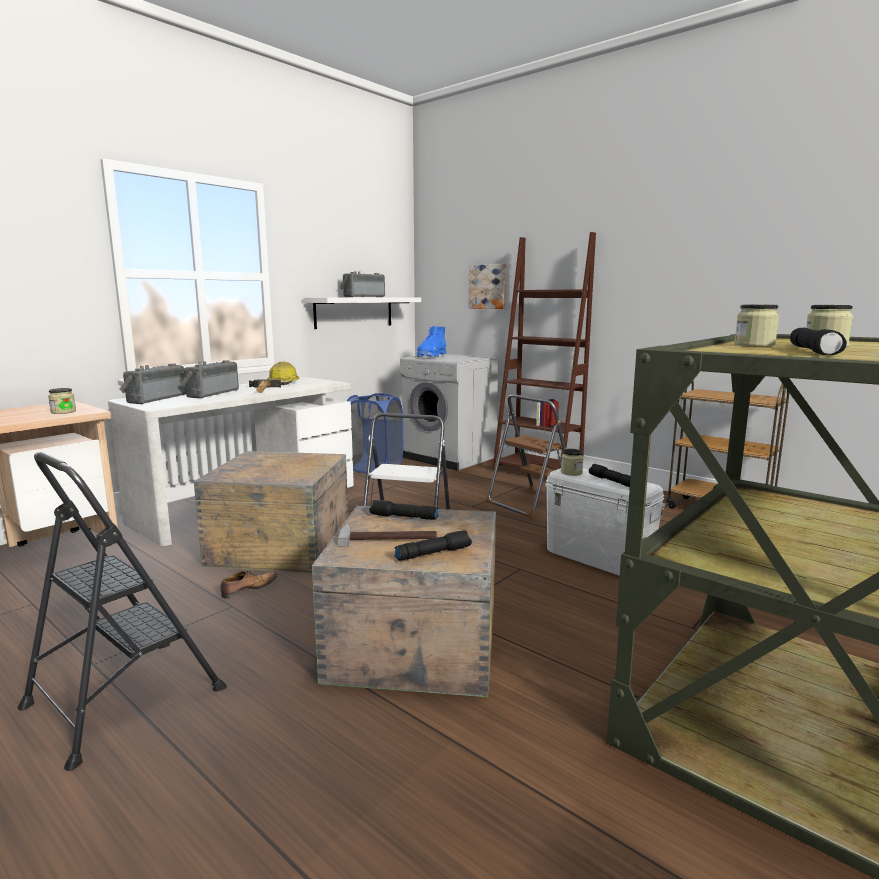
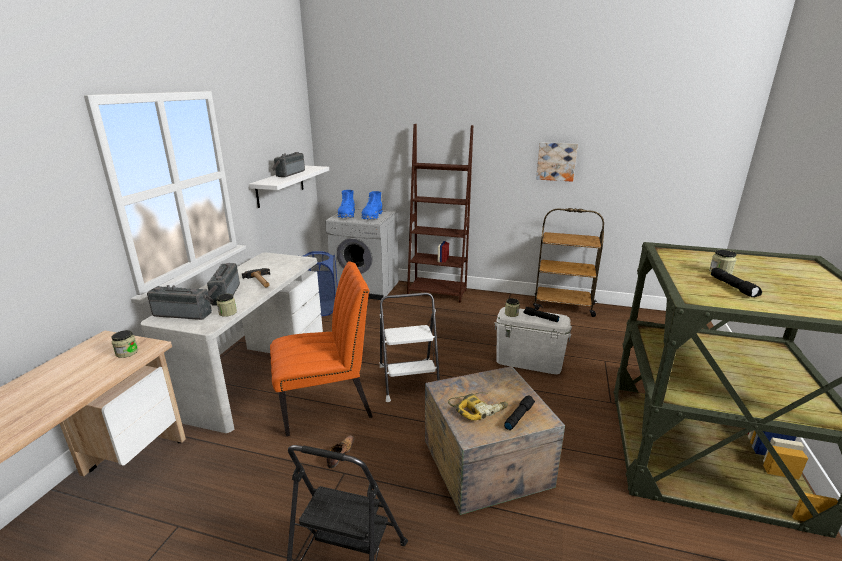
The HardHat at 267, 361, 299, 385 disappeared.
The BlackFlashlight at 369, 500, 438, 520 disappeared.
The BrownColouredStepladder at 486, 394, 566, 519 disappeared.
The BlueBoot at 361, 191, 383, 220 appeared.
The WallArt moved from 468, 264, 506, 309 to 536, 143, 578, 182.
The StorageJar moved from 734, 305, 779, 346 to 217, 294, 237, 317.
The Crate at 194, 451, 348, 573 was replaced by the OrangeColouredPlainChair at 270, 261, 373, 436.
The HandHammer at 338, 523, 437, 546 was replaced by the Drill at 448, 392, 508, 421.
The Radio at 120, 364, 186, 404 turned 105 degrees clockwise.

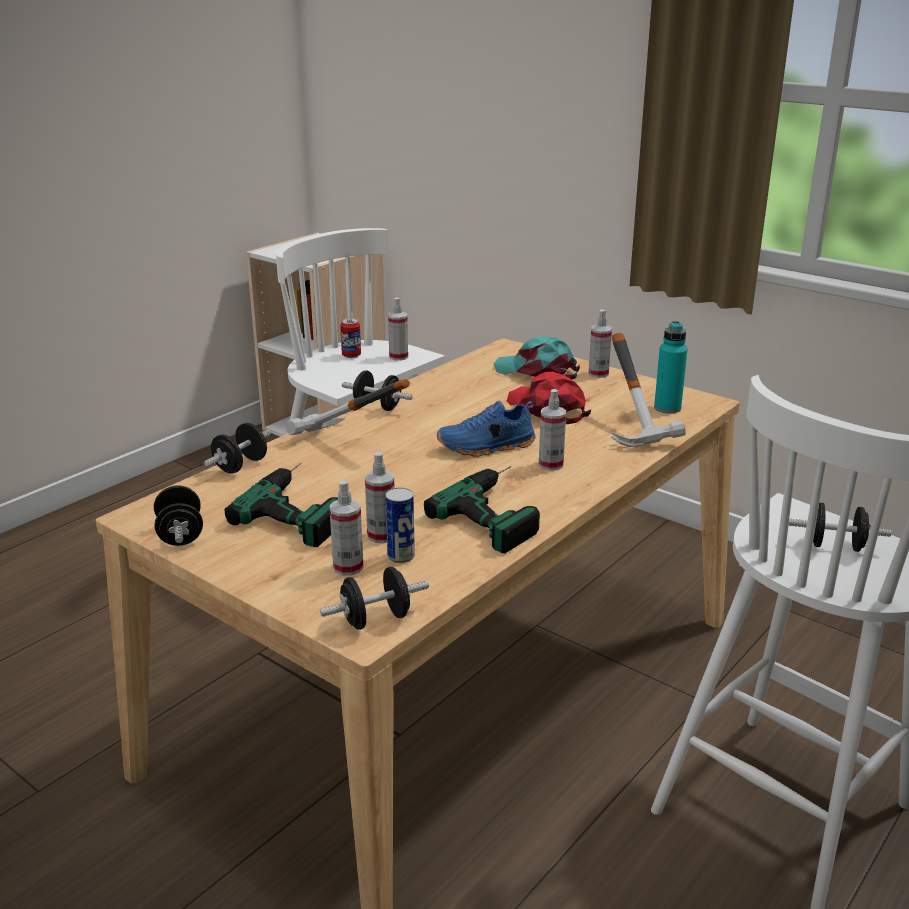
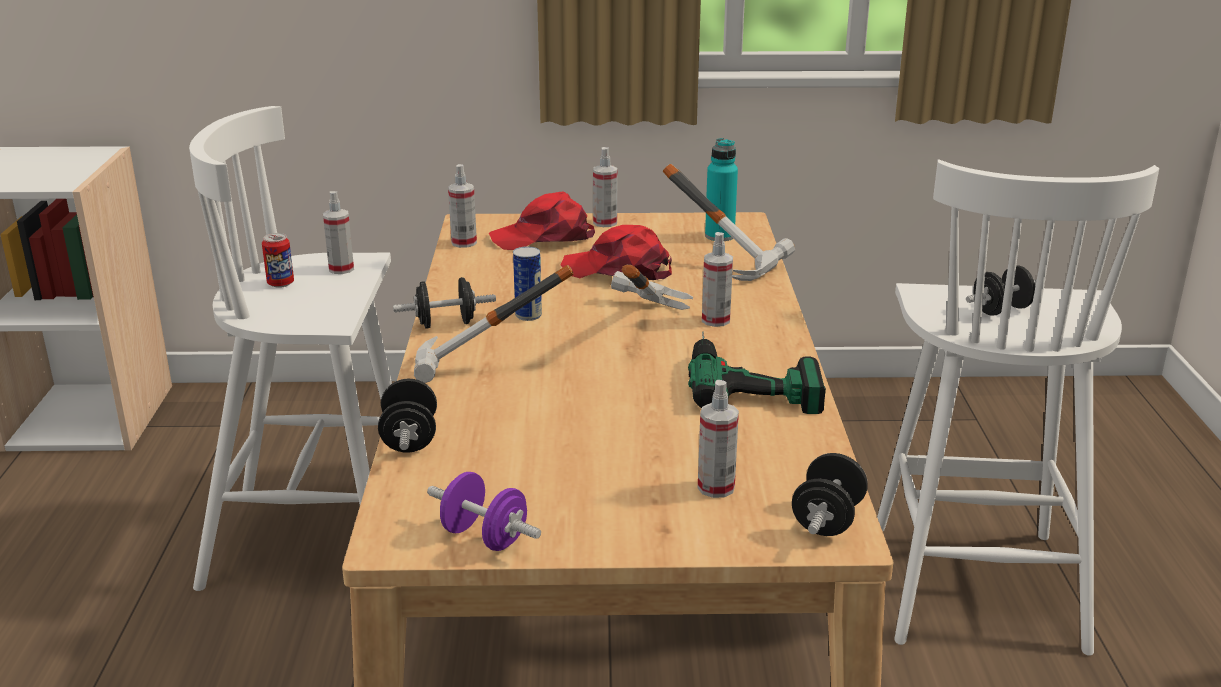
The Drill at 225, 463, 338, 547 disappeared.
The Sprayer moved from 365, 452, 394, 543 to 448, 164, 477, 248.
The MetalCan moved from 385, 488, 415, 563 to 513, 246, 542, 321.
The BlueLowShoe at 437, 401, 536, 457 was replaced by the HandHammer at 611, 265, 693, 310.
The BlackFreeWeight at 154, 485, 203, 546 became the PurpleColouredFreeWeight at 427, 472, 541, 551.
The TurquoiseCap at 494, 336, 580, 380 became the ReddishCap at 489, 192, 595, 250.

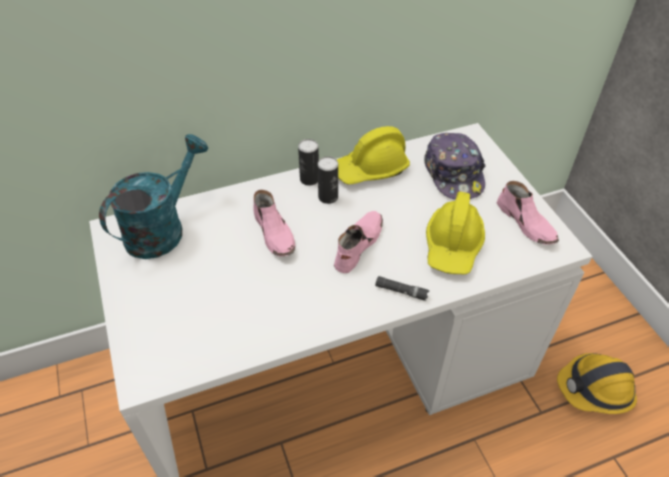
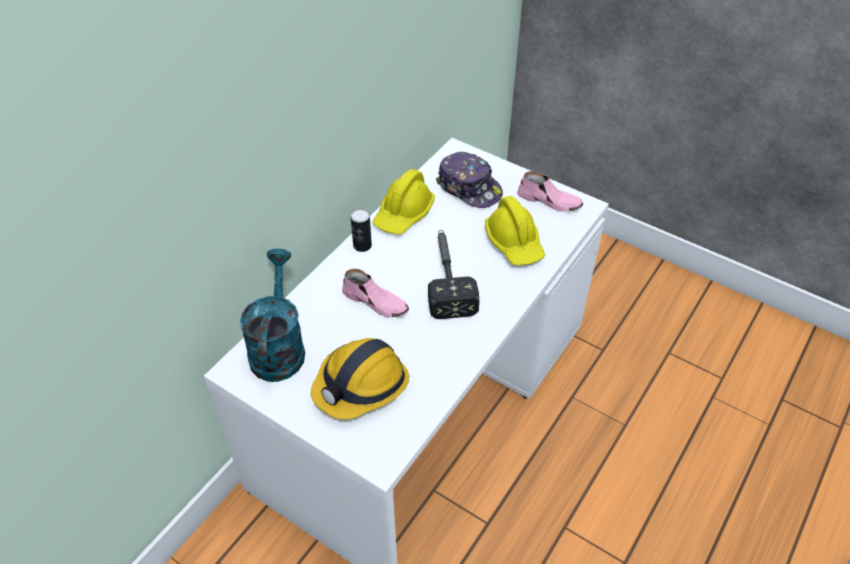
The MetalCan at 317, 156, 338, 204 disappeared.
The BlackFlashlight at 375, 276, 429, 301 disappeared.
The HardHat moved from 557, 353, 637, 414 to 311, 338, 409, 419.
The PinkLowShoe at 334, 211, 383, 273 was replaced by the HandHammer at 428, 230, 479, 319.

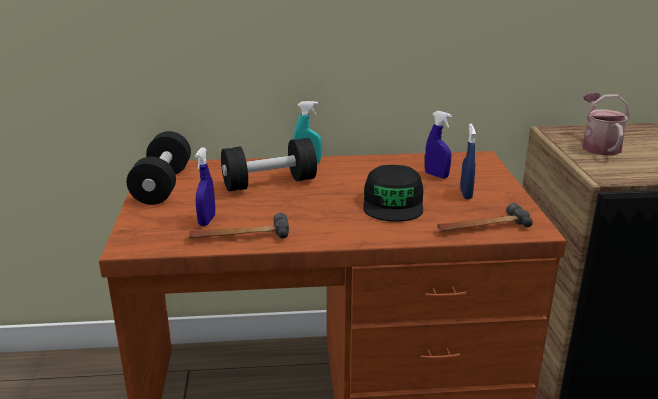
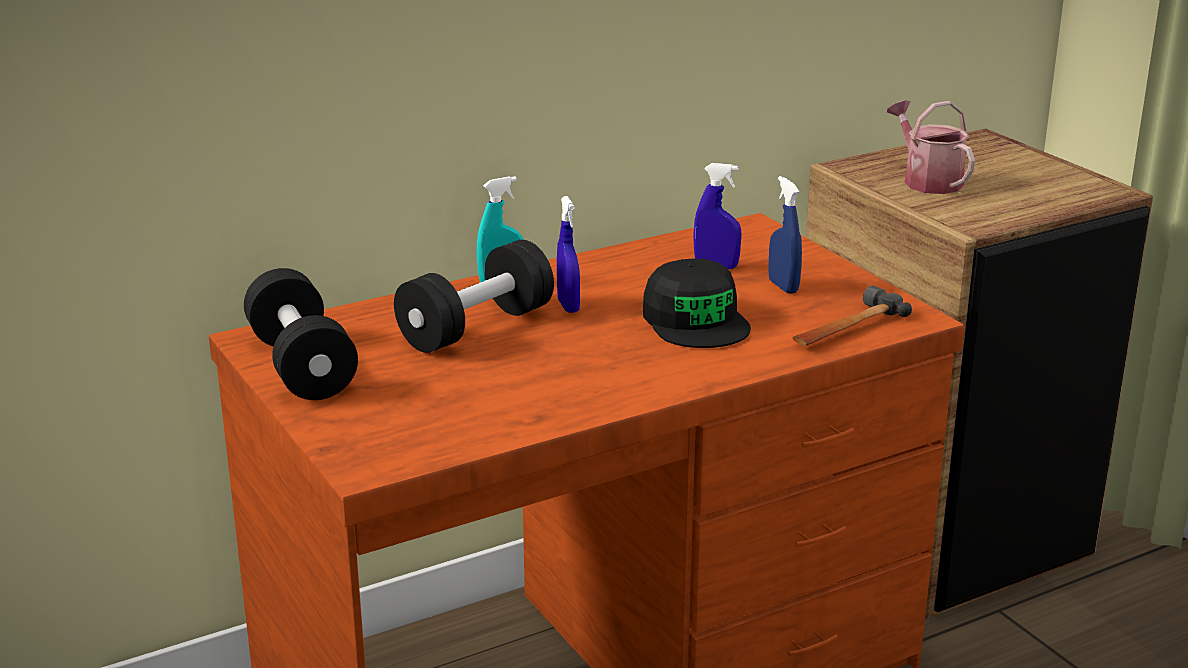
The HandHammer at 189, 213, 289, 239 disappeared.
The BlueSprayer moved from 195, 147, 215, 226 to 557, 196, 580, 313.

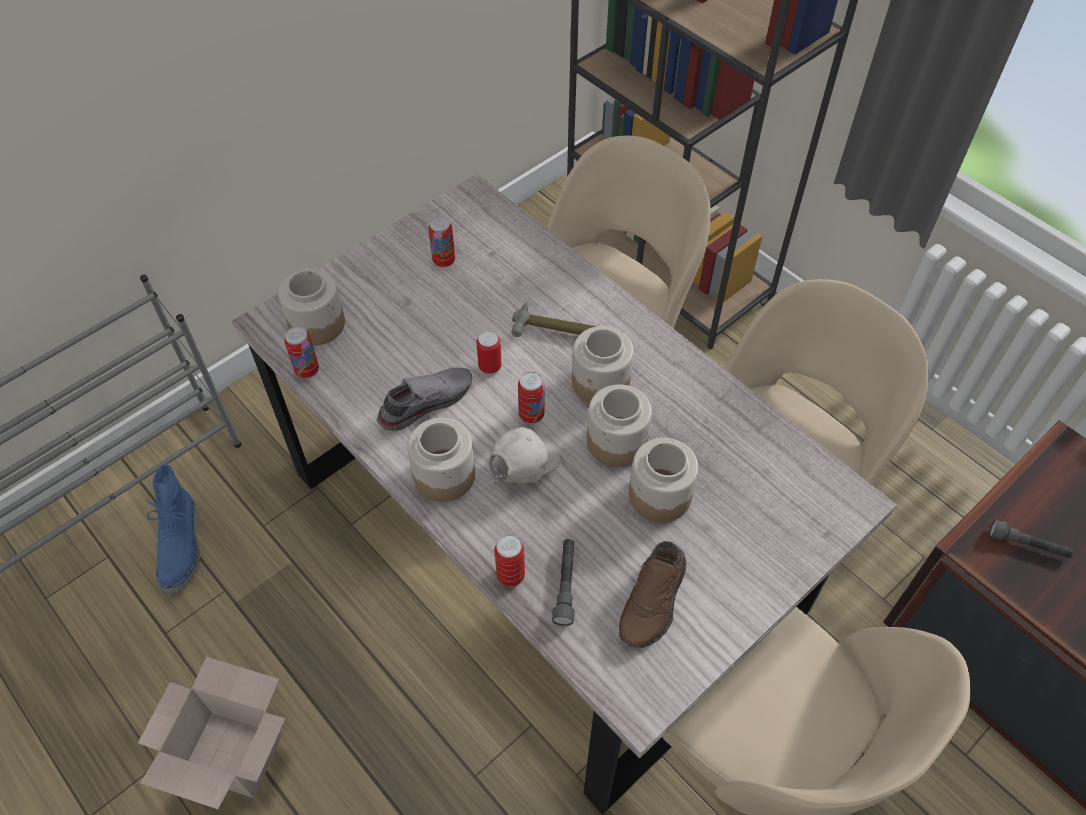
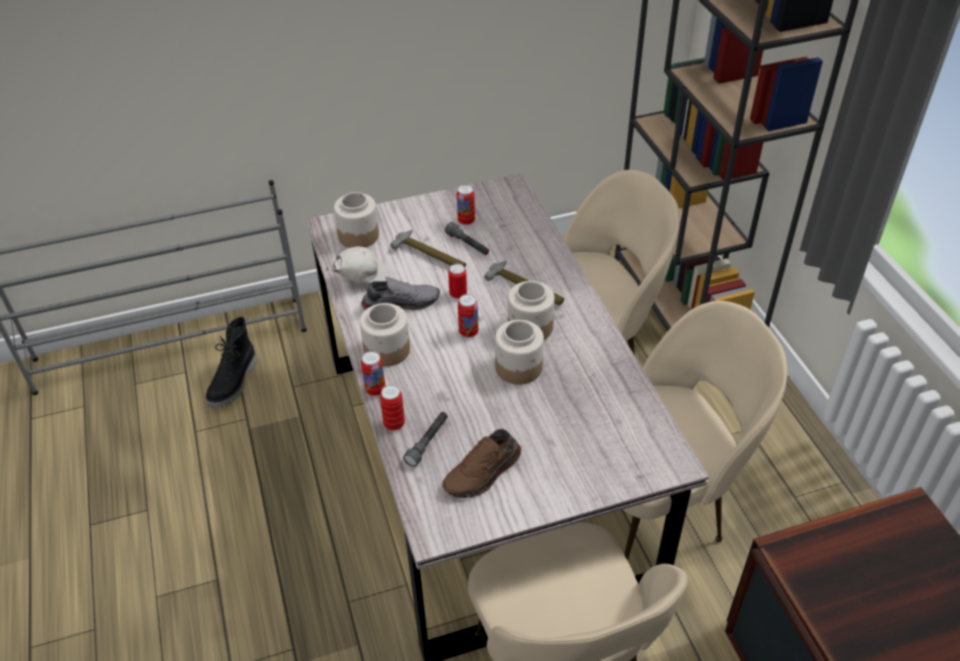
The Carton at 138, 657, 286, 809 disappeared.
The StorageJar at 629, 438, 699, 523 disappeared.
The HandHammer at 390, 230, 466, 268 appeared.
The MetalCan moved from 285, 327, 319, 379 to 361, 351, 385, 396.
The WhitishCap moved from 489, 427, 561, 485 to 325, 246, 390, 283.
The GrayFlashlight moved from 989, 520, 1074, 558 to 445, 222, 489, 255.
The BlueBoot at 147, 464, 200, 595 became the BlackBoot at 206, 317, 257, 408.

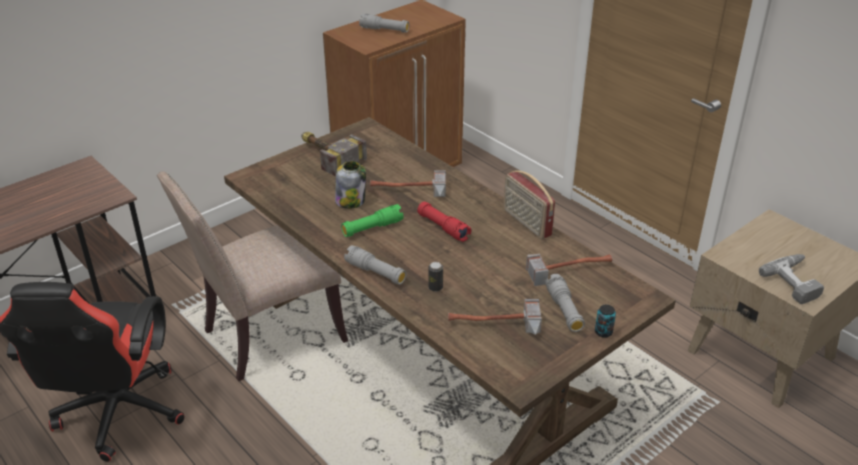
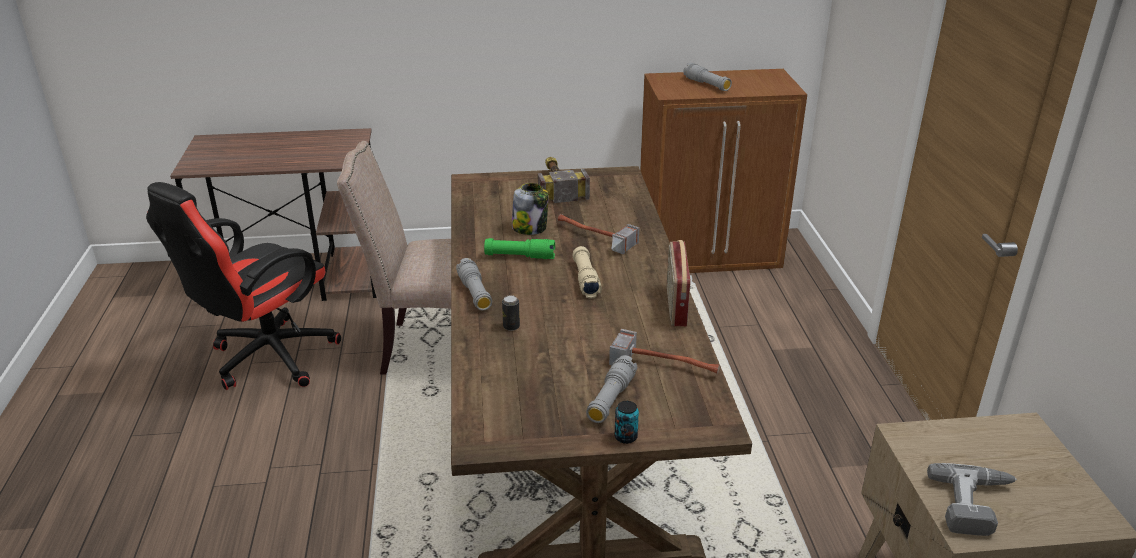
The HandHammer at 448, 299, 542, 335 disappeared.
The ReddishFlashlight at 417, 202, 471, 242 became the BeigeColouredFlashlight at 573, 246, 602, 298.

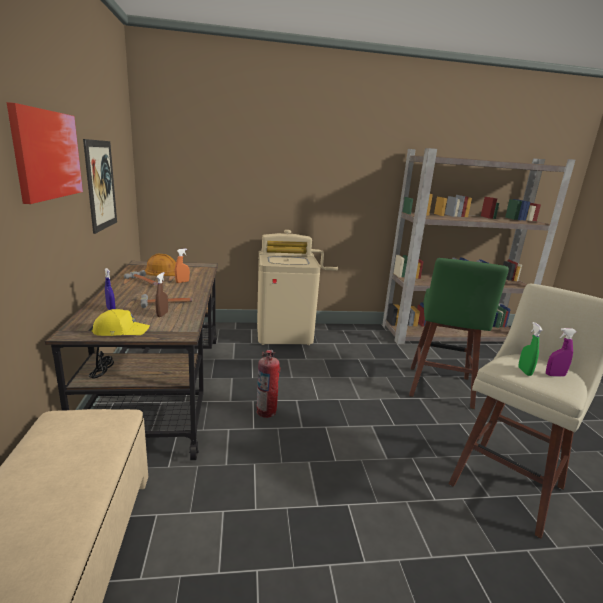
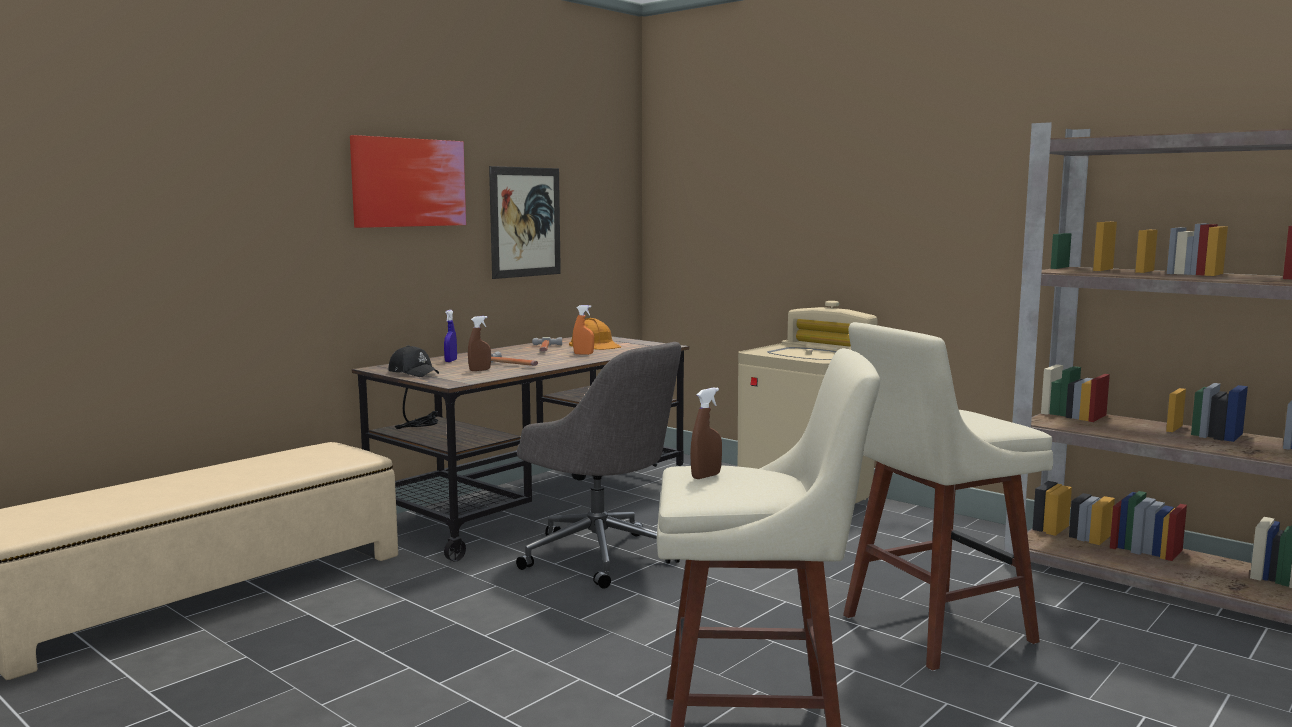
The PurpleColouredSprayer at 546, 328, 577, 376 disappeared.
The Extinguisher at 257, 350, 280, 418 was replaced by the GrayOfficeChair at 516, 342, 681, 589.
The YellowishCap at 92, 309, 150, 336 became the BlackCap at 389, 345, 439, 377.
The GreenColouredStool at 409, 258, 509, 409 became the BeigeColouredStool at 843, 322, 1053, 671.
The GreenColouredSprayer at 518, 322, 543, 376 became the BrownColouredSprayer at 690, 387, 722, 479.

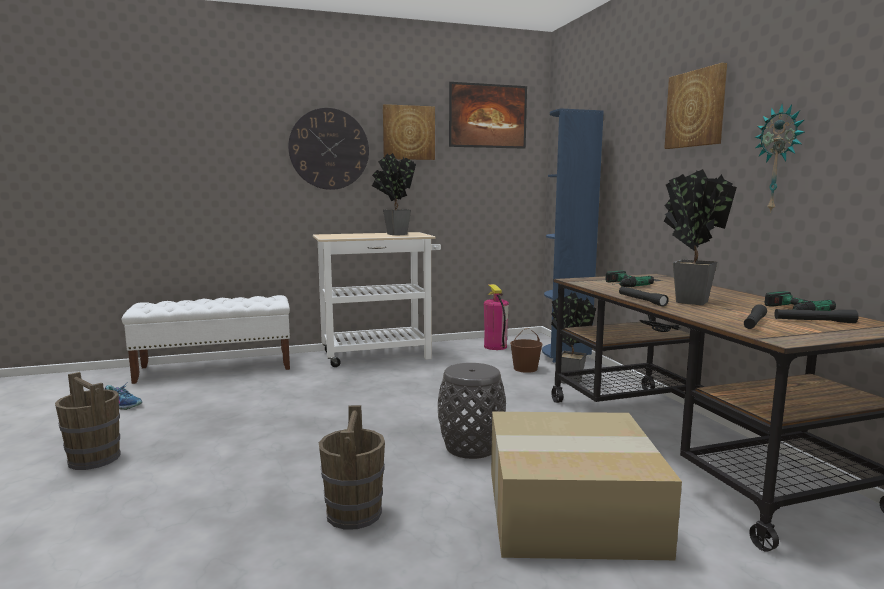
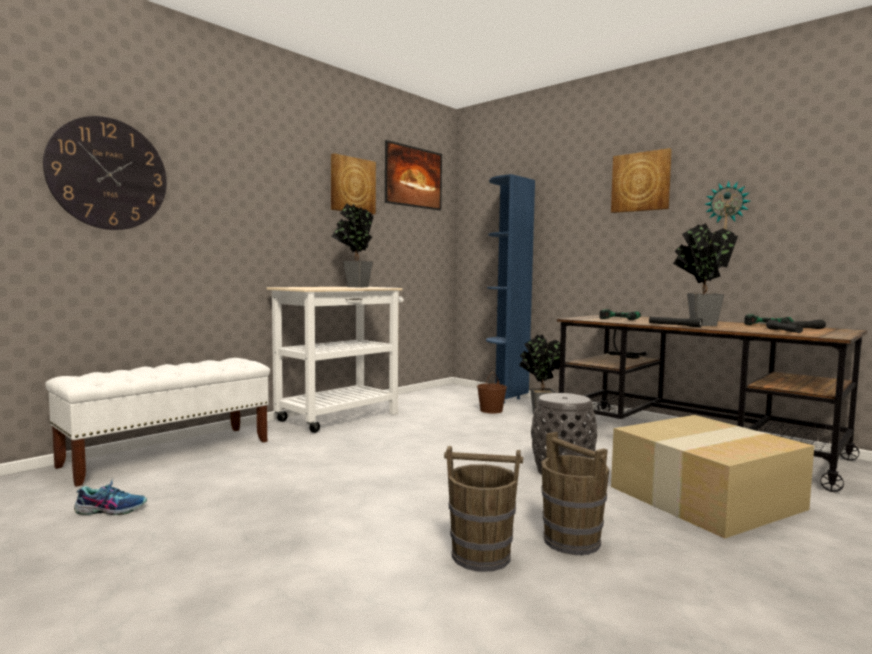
The Extinguisher at 484, 284, 509, 350 disappeared.
The BrownColouredWaterBucket moved from 55, 372, 121, 470 to 444, 446, 523, 572.
The HangingClock moved from 288, 108, 369, 190 to 43, 116, 167, 230.

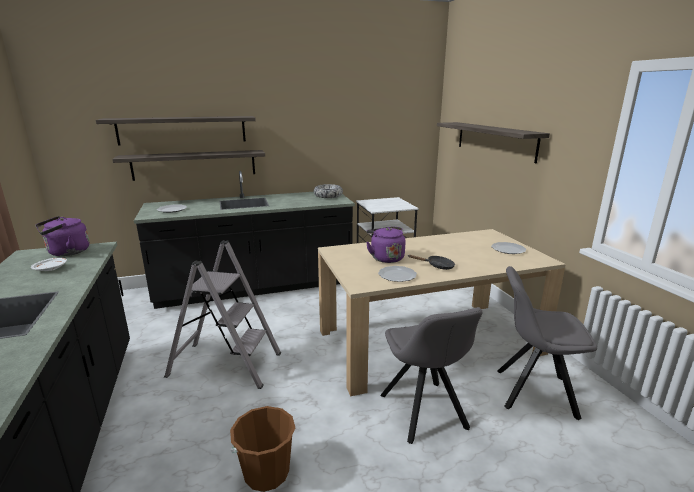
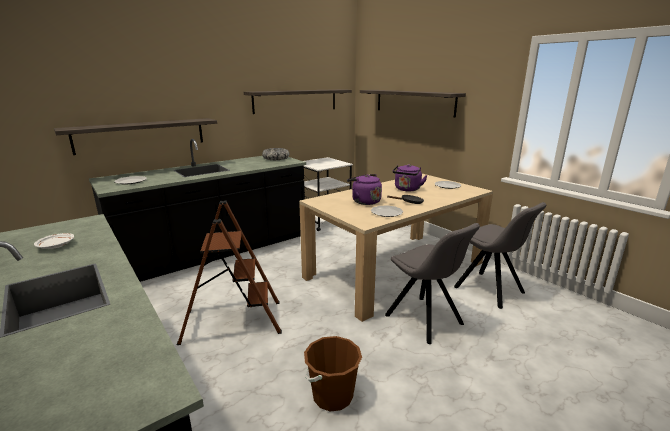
The PurpleColouredTeaKettle moved from 35, 216, 89, 256 to 392, 164, 428, 191.
The Shelf moved from 96, 116, 256, 146 to 244, 89, 352, 114.
The GrayStepladder at 164, 240, 281, 389 became the BrownColouredStepladder at 177, 200, 282, 345.
The GrayPlainChair at 497, 266, 597, 420 turned 120 degrees counterclockwise.

